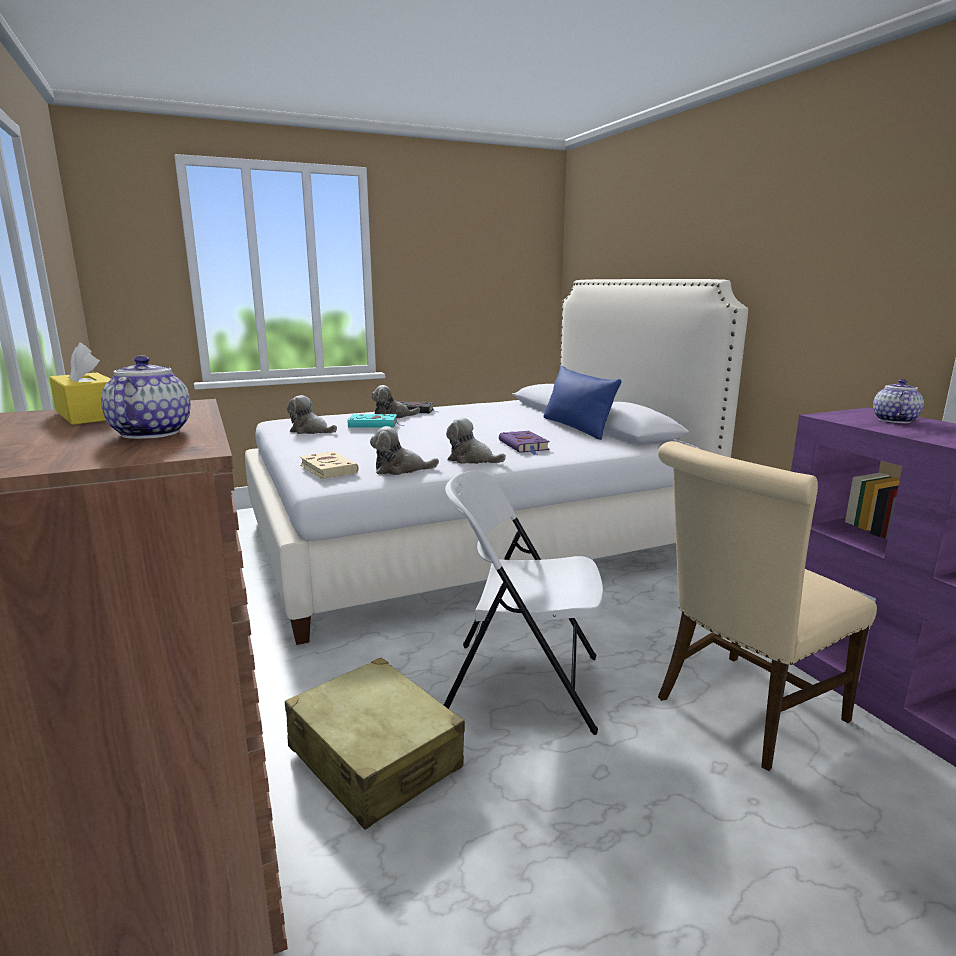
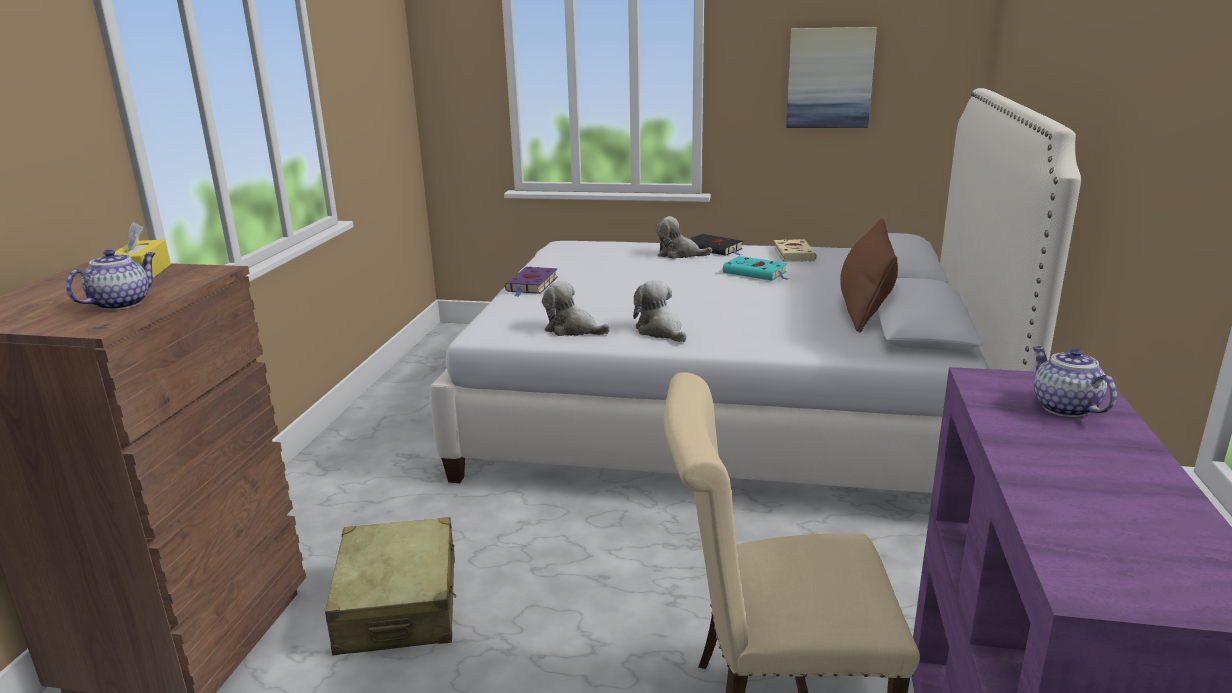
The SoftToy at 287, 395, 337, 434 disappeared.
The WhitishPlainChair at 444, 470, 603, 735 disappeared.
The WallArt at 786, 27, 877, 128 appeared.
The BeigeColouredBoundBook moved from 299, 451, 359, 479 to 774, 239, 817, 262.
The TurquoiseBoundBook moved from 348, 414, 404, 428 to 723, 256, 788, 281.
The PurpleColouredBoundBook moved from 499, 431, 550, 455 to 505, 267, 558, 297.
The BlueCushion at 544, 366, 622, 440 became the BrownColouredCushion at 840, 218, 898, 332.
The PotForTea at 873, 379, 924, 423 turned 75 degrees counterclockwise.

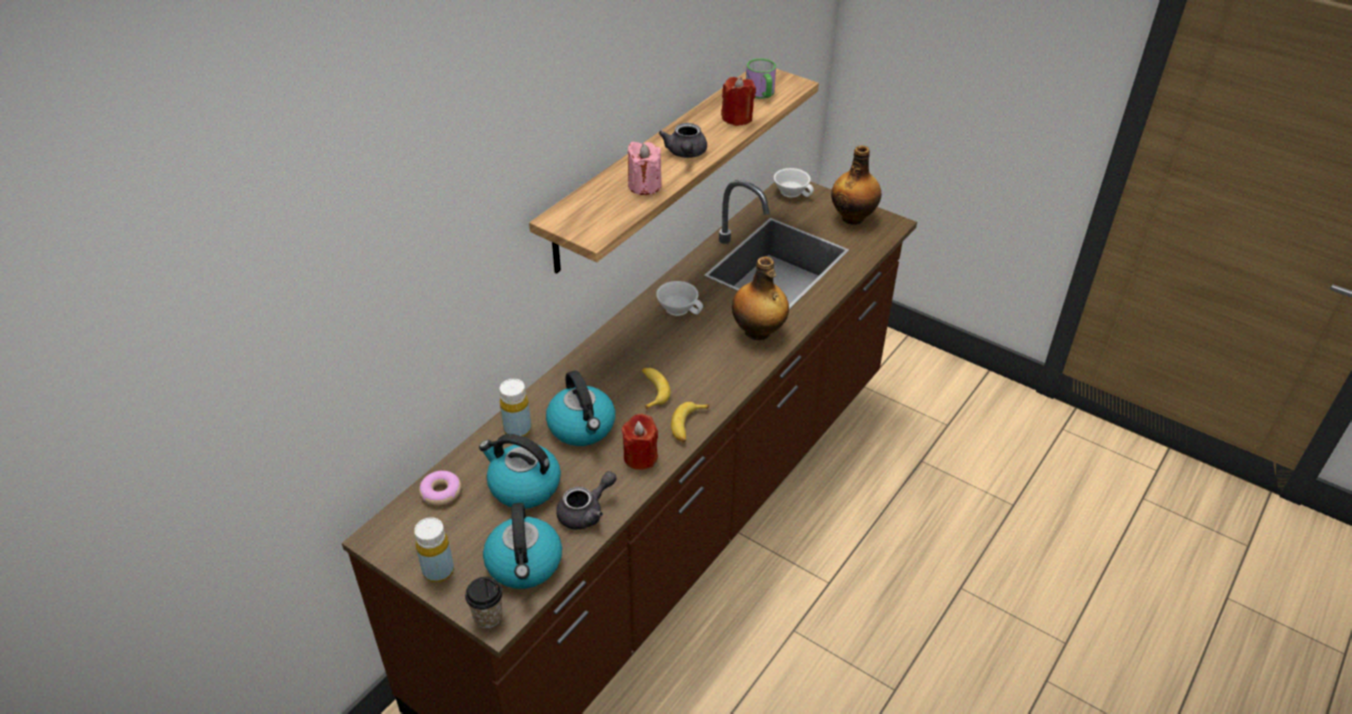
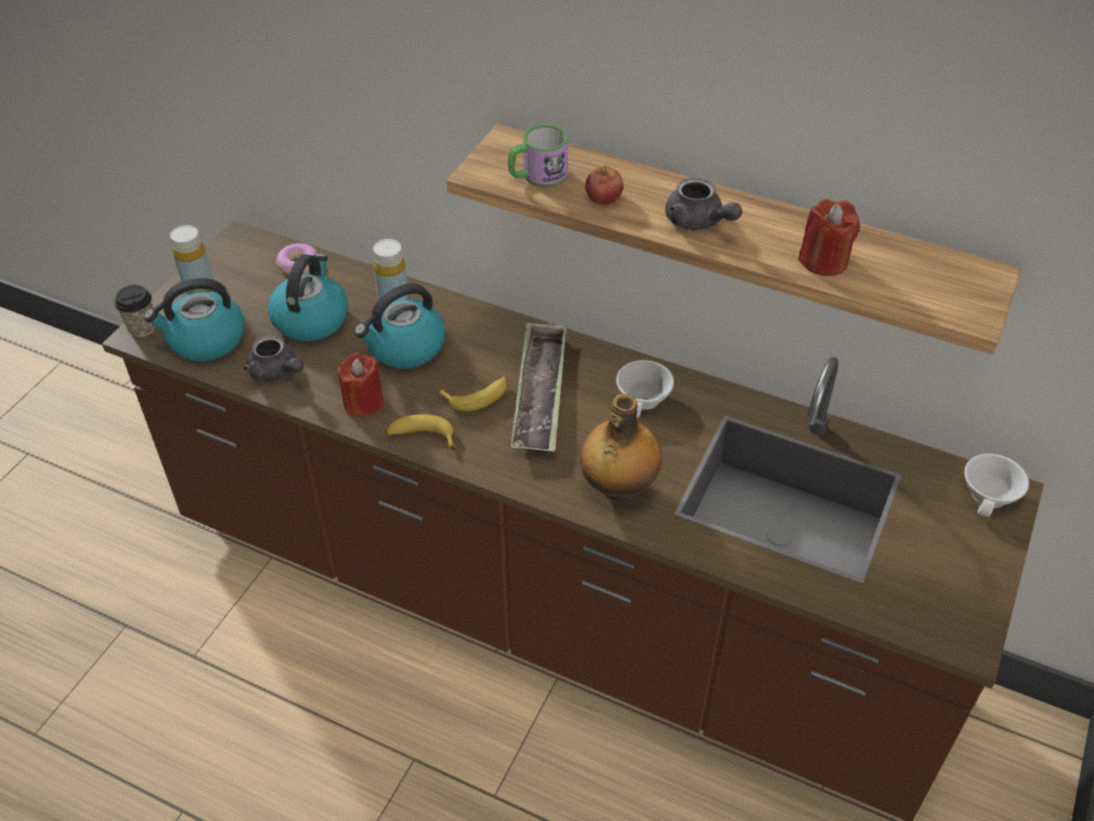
The BeverageBottle at 831, 145, 882, 225 disappeared.
The Tray at 511, 323, 566, 454 appeared.
The CoffeeMug moved from 746, 59, 776, 99 to 508, 125, 568, 187.
The PinkWaxCandle at 627, 142, 661, 195 was replaced by the AppleFruit at 585, 165, 623, 205.
The GrayPotForTea at 659, 123, 707, 158 turned 120 degrees counterclockwise.

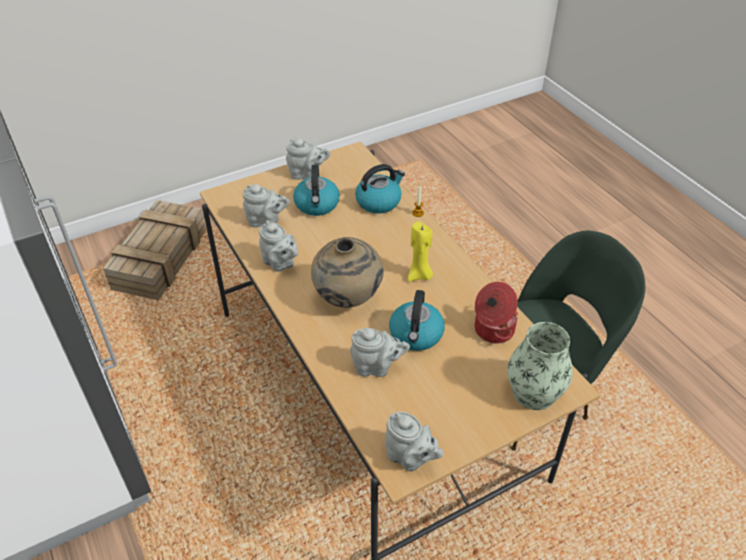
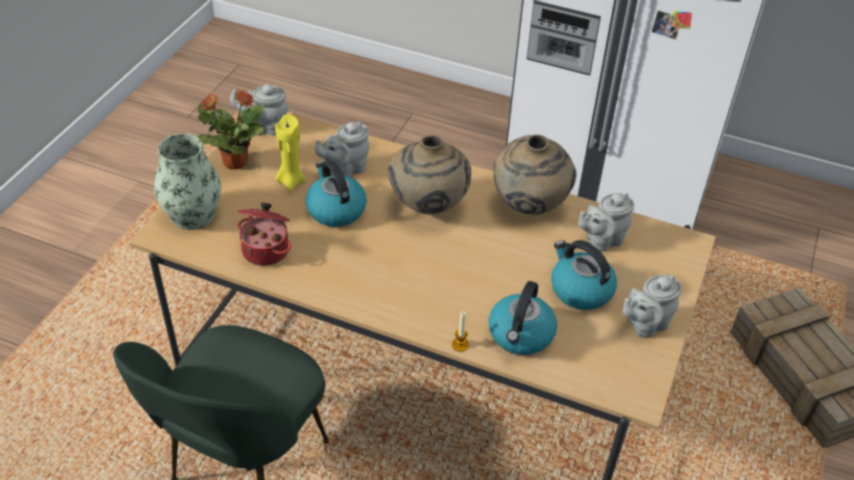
The Houseplant at 198, 90, 264, 170 appeared.
The YellowishWaxCandle moved from 408, 221, 433, 282 to 275, 114, 306, 191.
The GrayPotForTea at 259, 221, 298, 272 was replaced by the BeigeColouredVase at 493, 135, 577, 215.

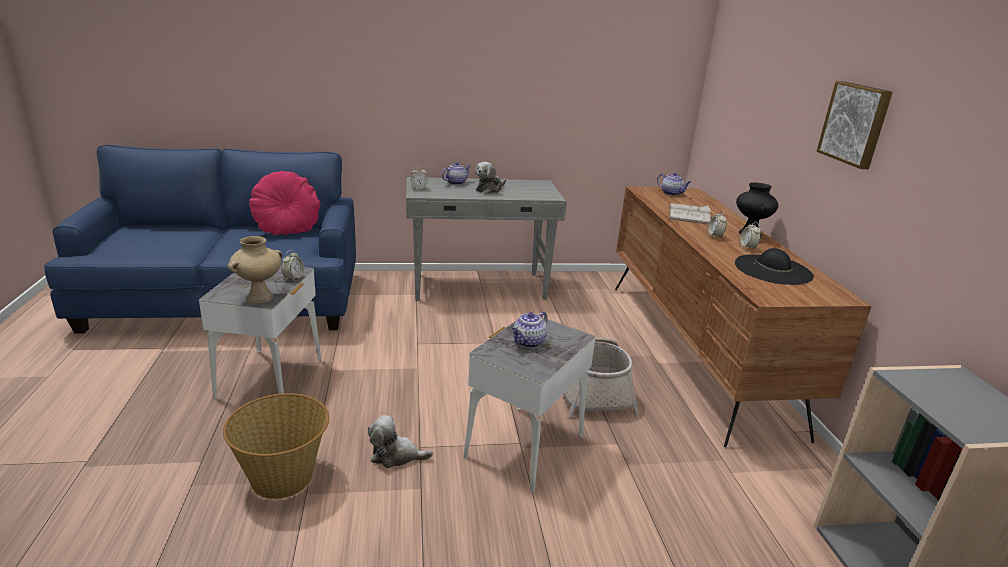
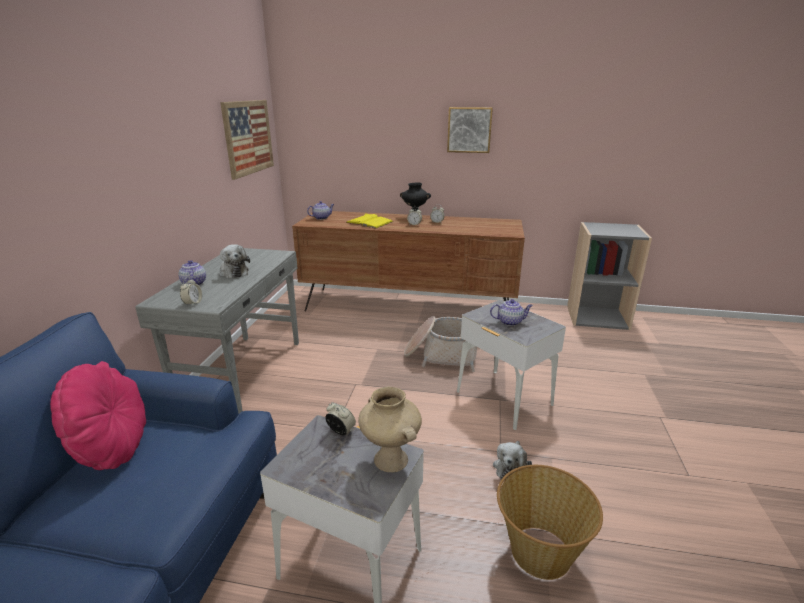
The BlackHat at 735, 248, 814, 285 disappeared.
The WallArt at 220, 100, 274, 180 appeared.
The WhitishBoundBook at 669, 203, 711, 225 became the YellowishBoundBook at 346, 213, 393, 229.
The PotForTea at 512, 311, 548, 348 turned 60 degrees counterclockwise.

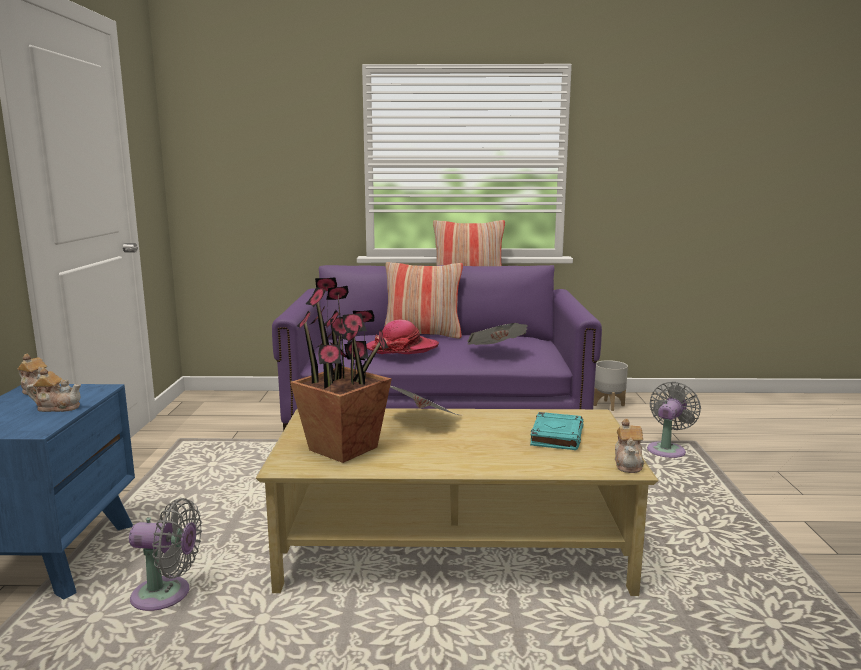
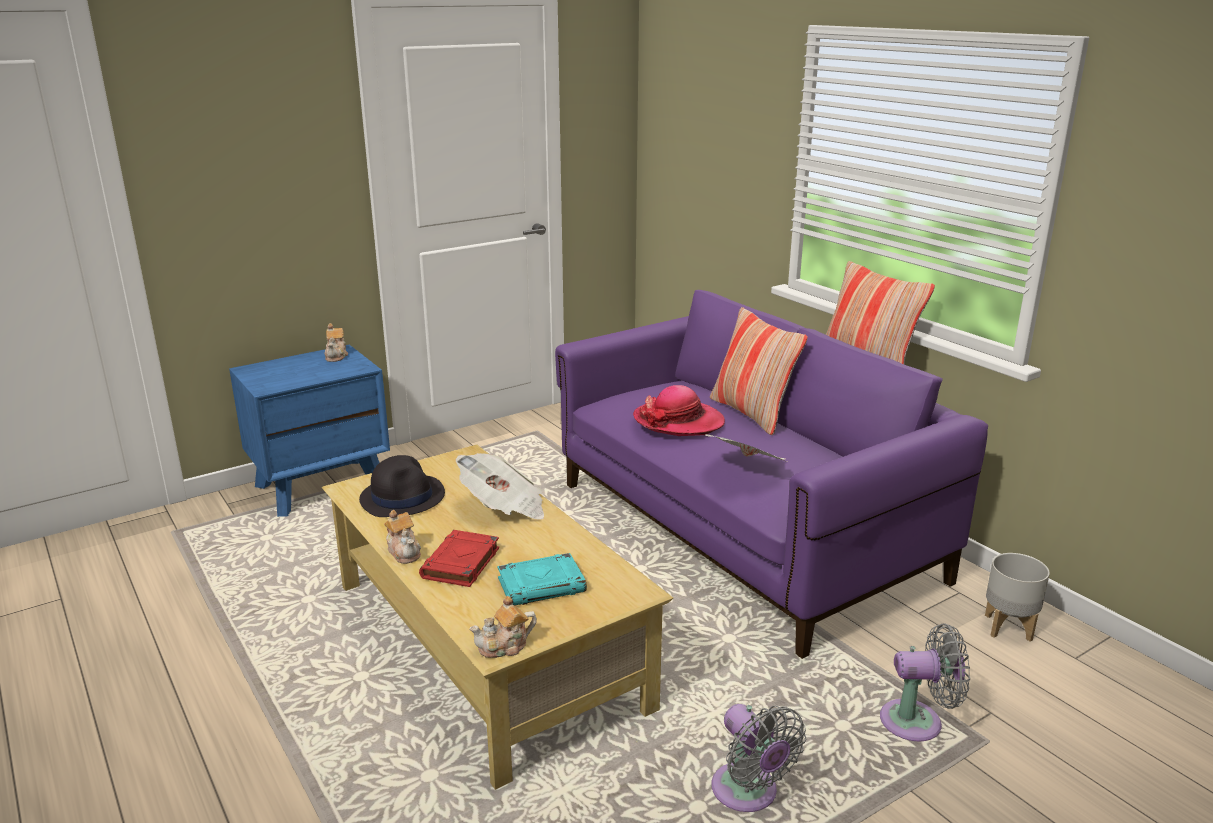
The ReddishBoundBook at 419, 530, 499, 587 appeared.
The PotForTea moved from 26, 368, 81, 412 to 384, 510, 421, 564.
The GrayCoolingFan moved from 129, 498, 202, 611 to 711, 704, 806, 812.
The Houseplant at 290, 277, 392, 463 was replaced by the BlackHat at 359, 455, 445, 517.

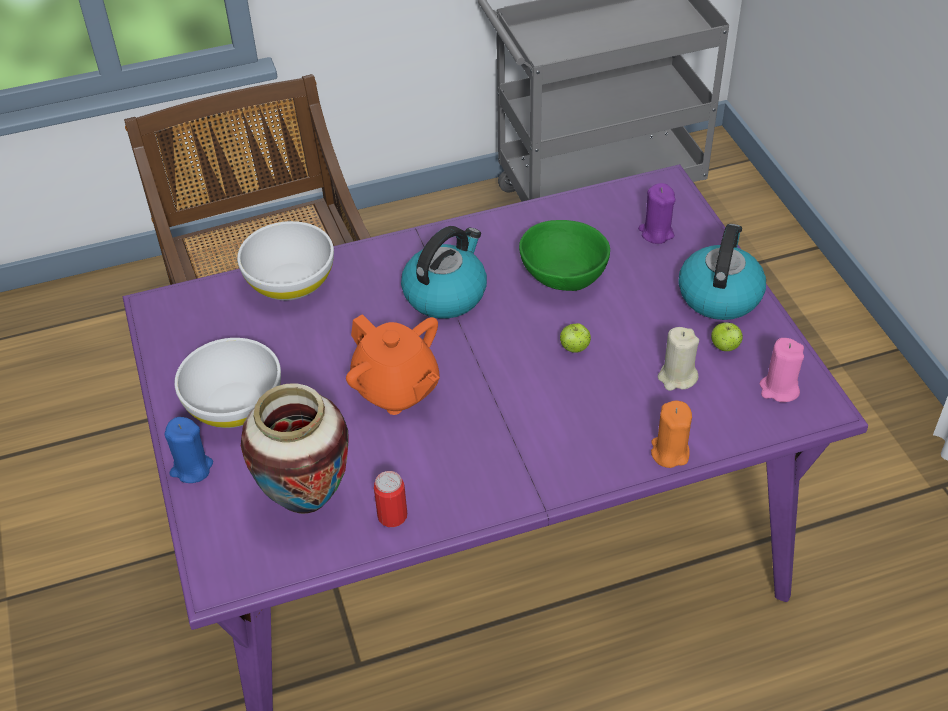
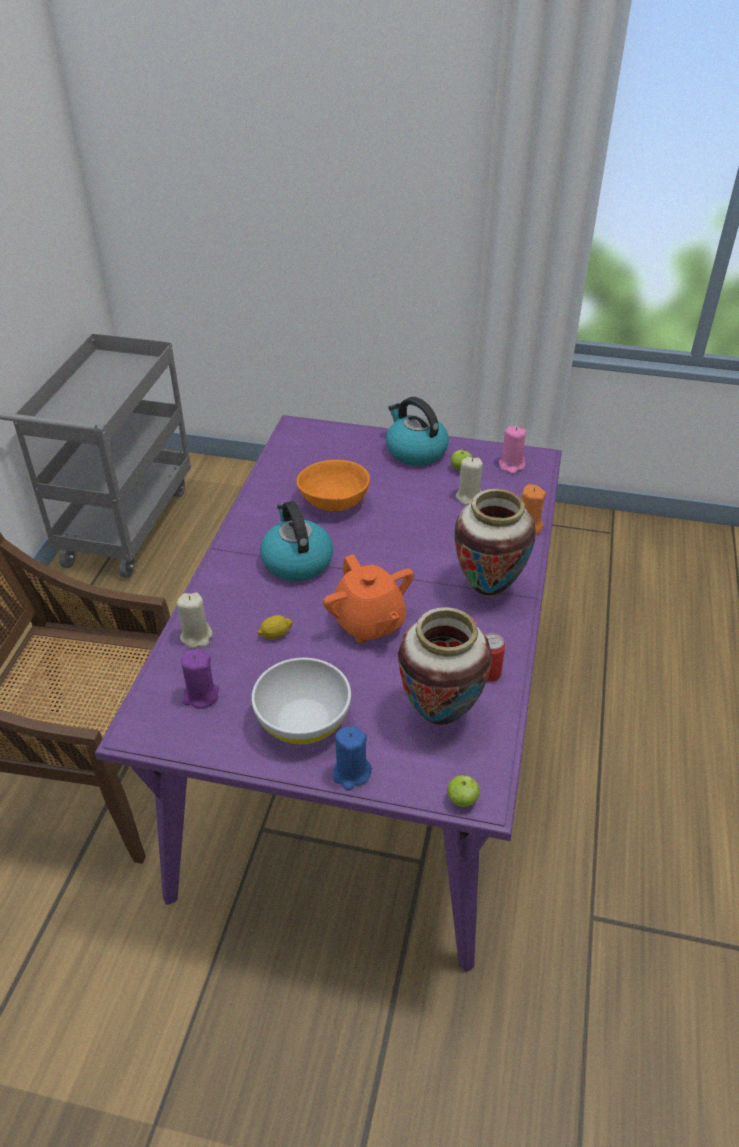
The Lemon at 257, 615, 293, 639 appeared.
The Vase at 454, 489, 536, 597 appeared.
The AppleFruit moved from 560, 323, 591, 353 to 447, 775, 480, 807.
The PurpleColouredWaxCandle moved from 638, 183, 675, 244 to 181, 649, 219, 708.
The WhitishDeepDish at 237, 221, 334, 300 was replaced by the BeigeColouredWaxCandle at 177, 592, 213, 648.
The GreenColouredDeepDish at 519, 220, 610, 291 became the OrangeColouredDeepDish at 297, 460, 370, 511.
The OrangeColouredPotForTea at 346, 314, 440, 415 turned 75 degrees clockwise.

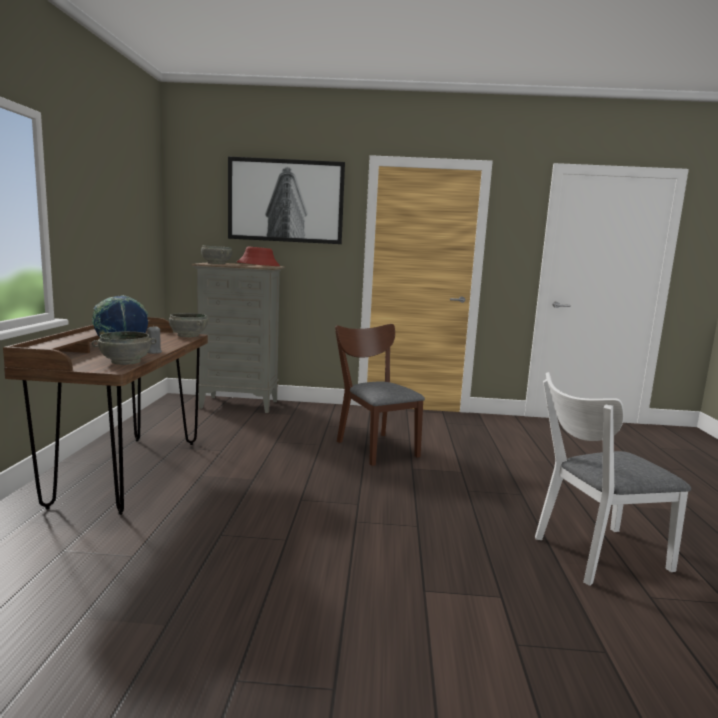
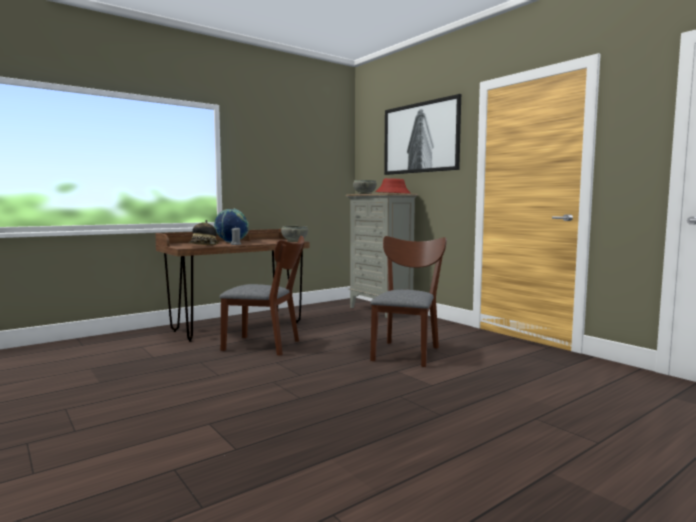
The WhitishPlainChair at 535, 372, 691, 586 disappeared.
The BrownColouredPlainChair at 219, 236, 305, 356 appeared.
The GrayDeepDish at 92, 331, 157, 365 was replaced by the Hat at 189, 220, 219, 245.

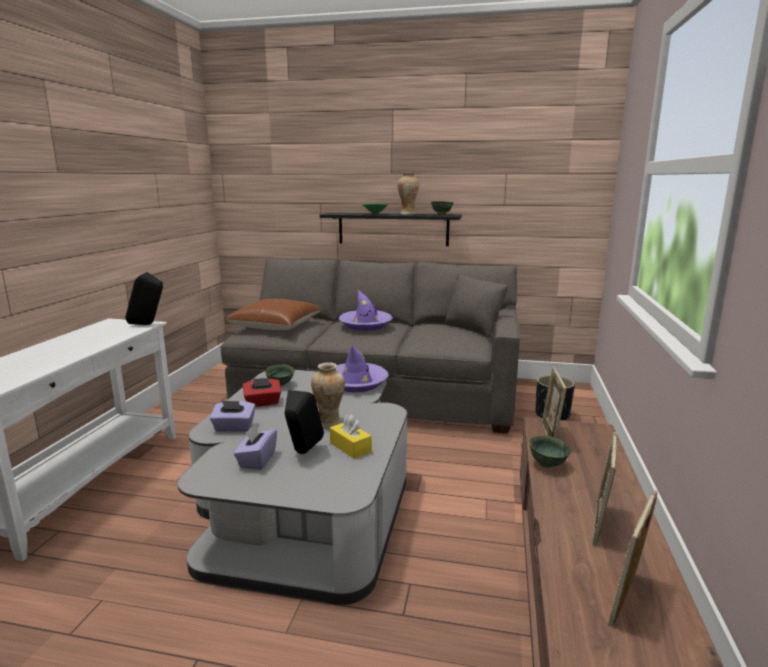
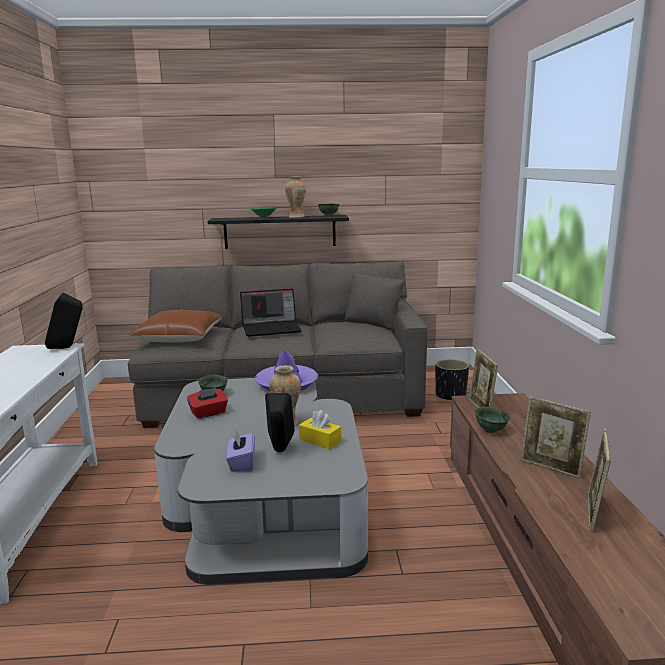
The PurpleColouredBoxOfTissues at 210, 401, 255, 432 disappeared.
The PurpleColouredHat at 339, 290, 393, 331 was replaced by the Laptop at 240, 289, 302, 337.
The StandingFrame at 592, 432, 617, 546 turned 60 degrees counterclockwise.

